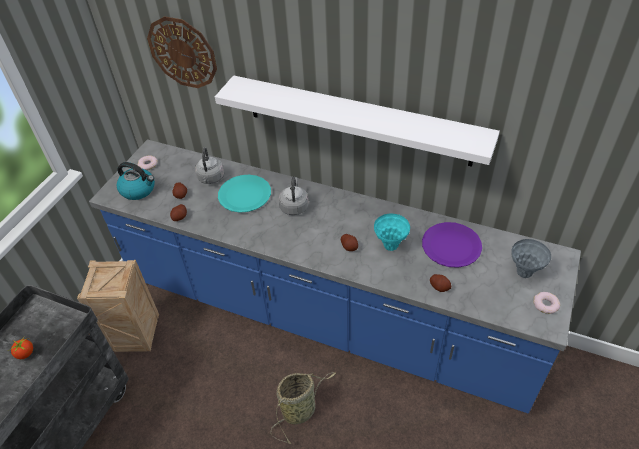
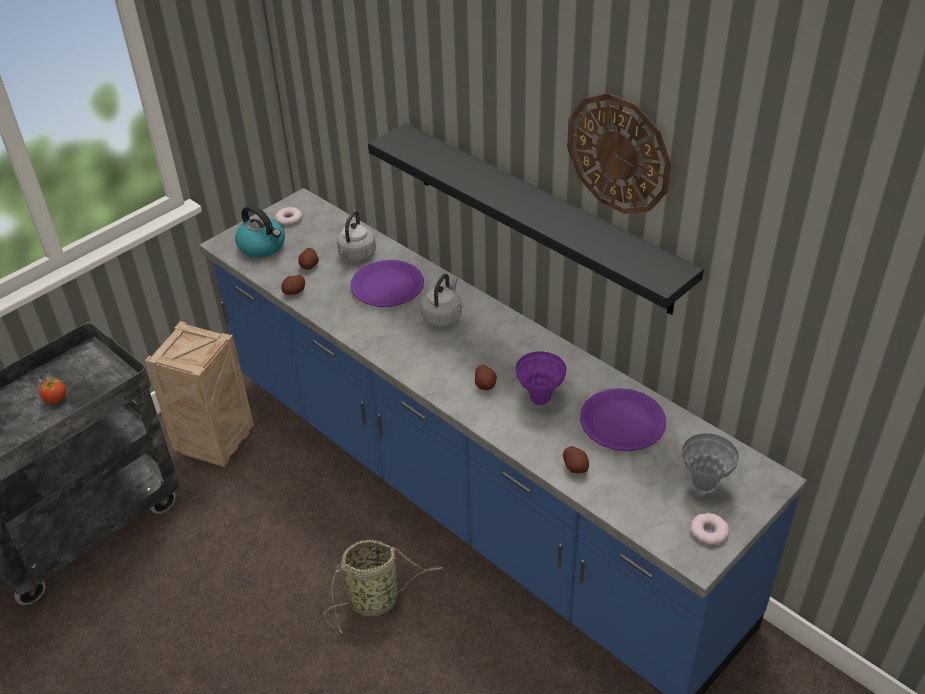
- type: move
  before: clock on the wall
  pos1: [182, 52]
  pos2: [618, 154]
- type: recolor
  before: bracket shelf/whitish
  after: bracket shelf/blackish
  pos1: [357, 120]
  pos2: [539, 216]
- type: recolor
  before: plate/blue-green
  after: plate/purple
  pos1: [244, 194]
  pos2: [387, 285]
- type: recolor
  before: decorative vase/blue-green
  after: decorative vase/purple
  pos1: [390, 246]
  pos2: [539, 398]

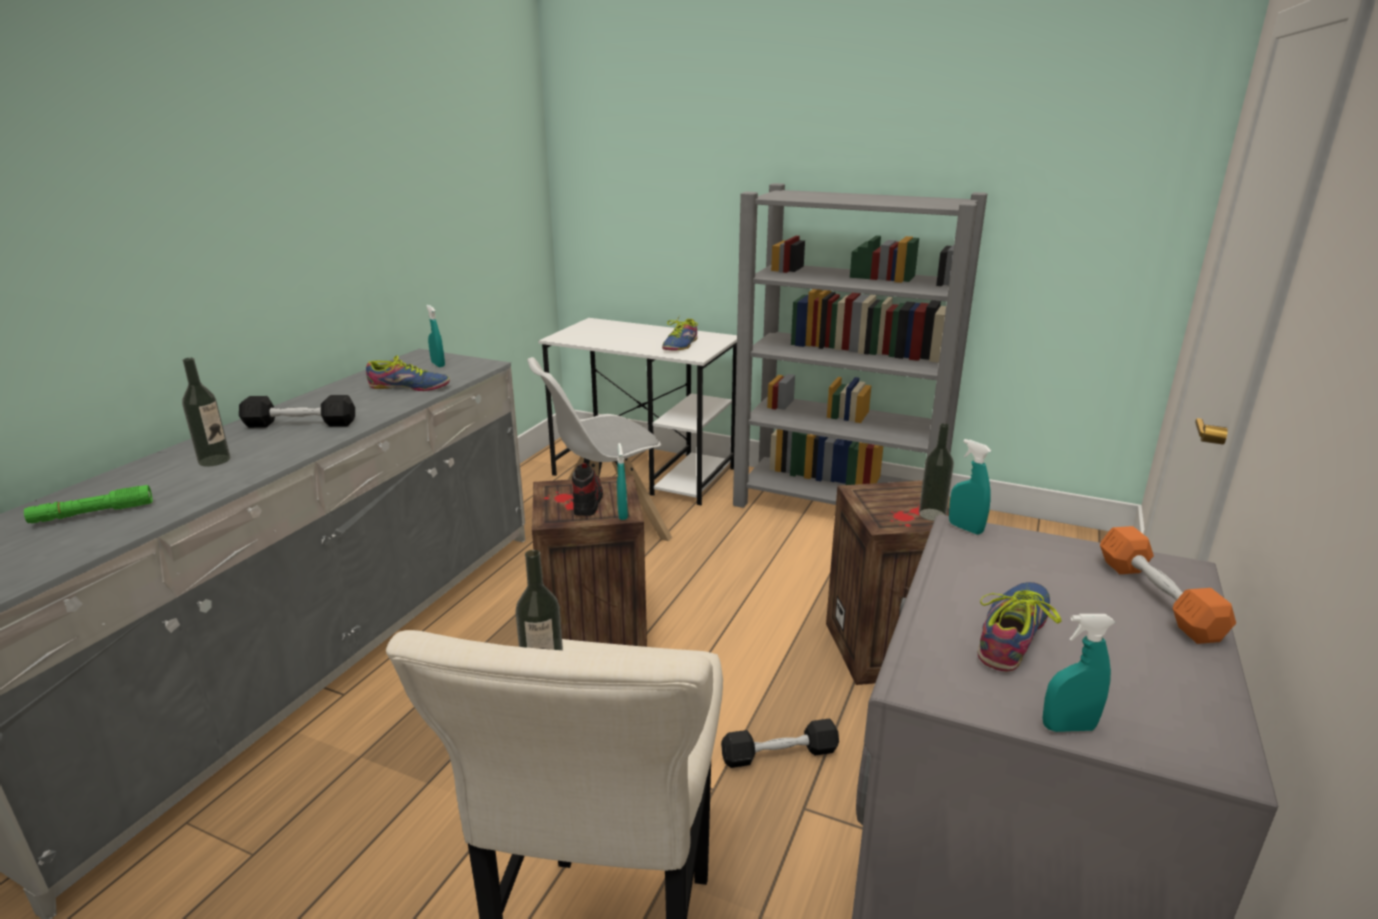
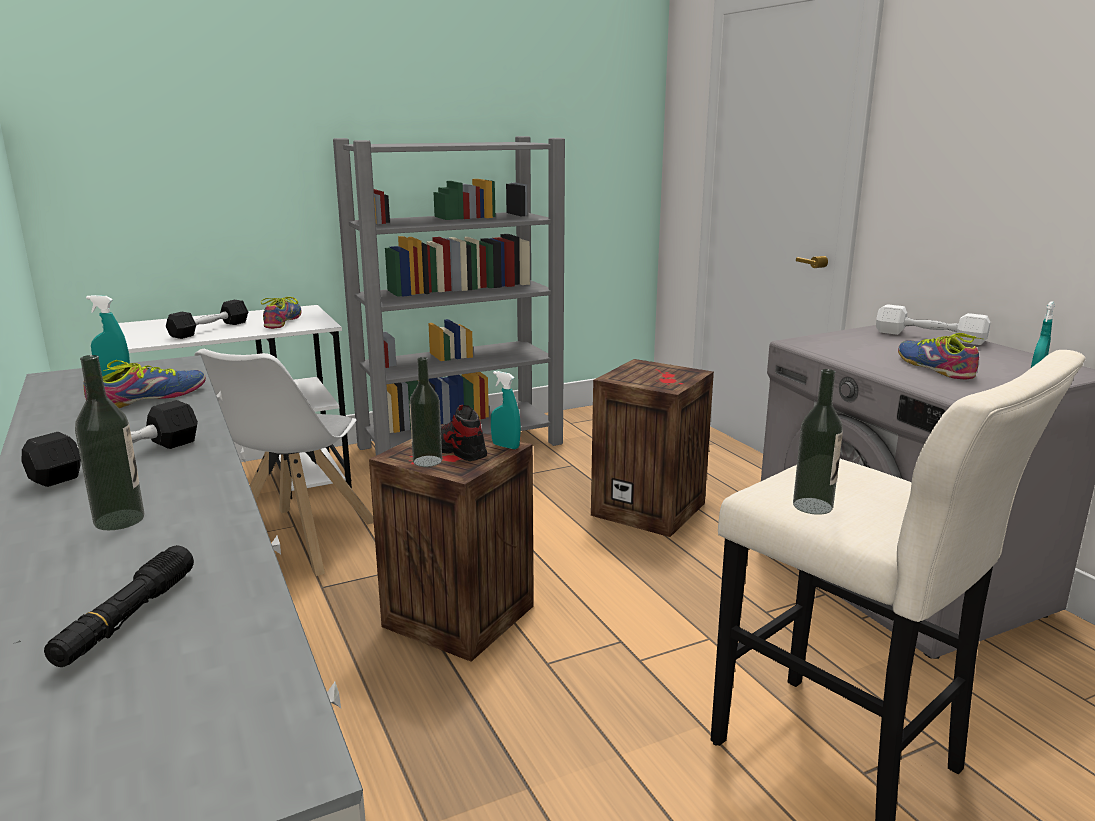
- type: delete
  before: spray bottle/blue-green
  pos1: [965, 528]
- type: move
  before: hand weight/blackish
  pos1: [779, 754]
  pos2: [210, 329]
- type: move
  before: bottle
  pos1: [932, 515]
  pos2: [427, 461]
- type: recolor
  before: flashlight/green
  after: flashlight/blackish
  pos1: [92, 513]
  pos2: [127, 618]
- type: recolor
  before: hand weight/orangey
  after: hand weight/whitish
  pos1: [1157, 598]
  pos2: [929, 337]
- type: rotate
  before: item of footwear
  pos1: [680, 345]
  pos2: [282, 321]
  turn: -150

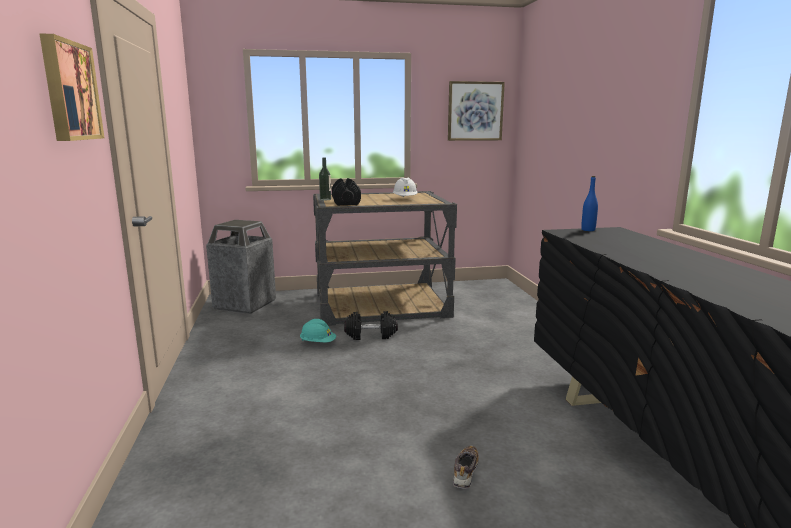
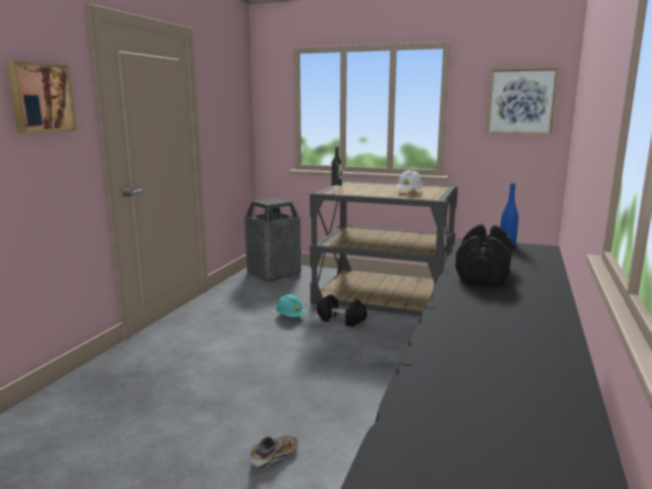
- type: move
  before: hand weight/blackish
  pos1: [346, 203]
  pos2: [483, 272]

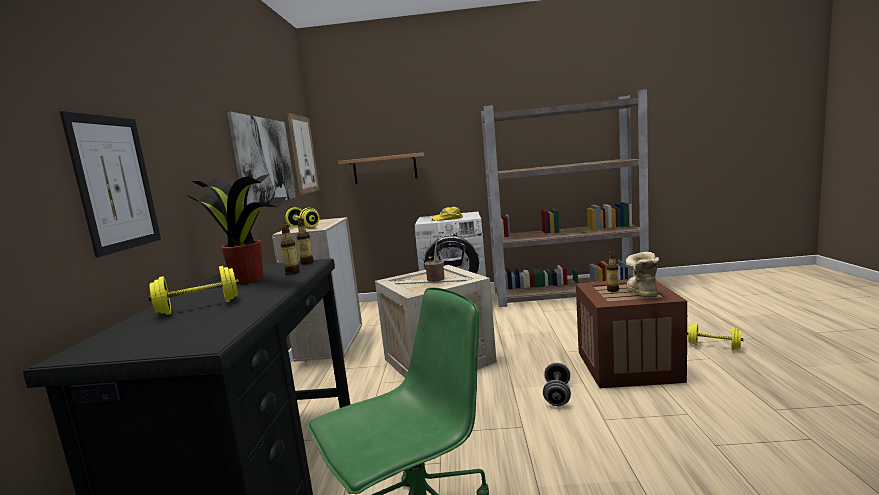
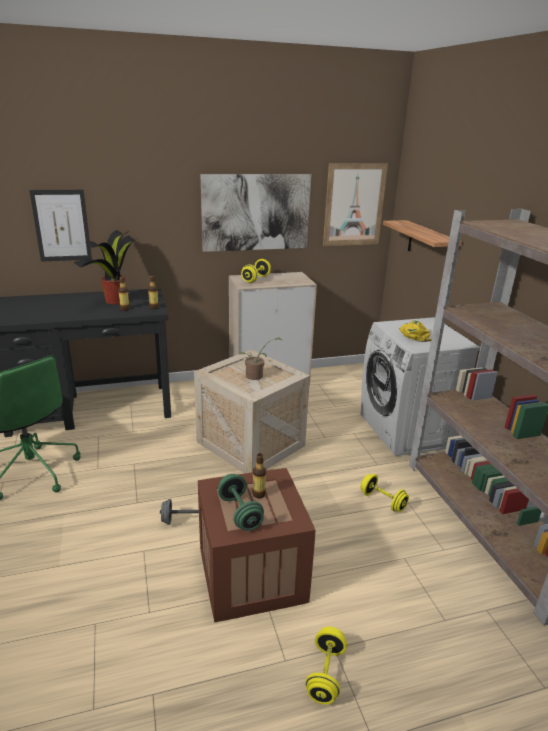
- type: move
  before: hand weight/yellow-coloured
  pos1: [199, 307]
  pos2: [382, 501]
- type: replace
  before: tall boot
  after: hand weight/green
  pos1: [641, 293]
  pos2: [240, 513]

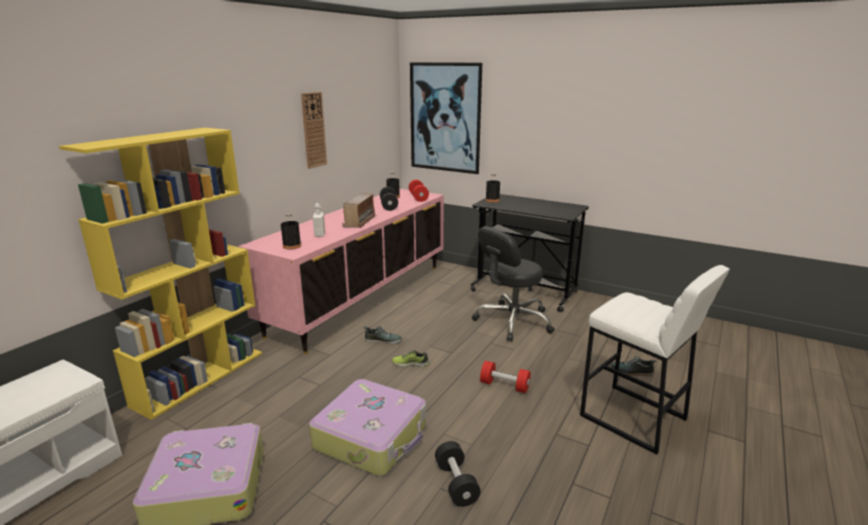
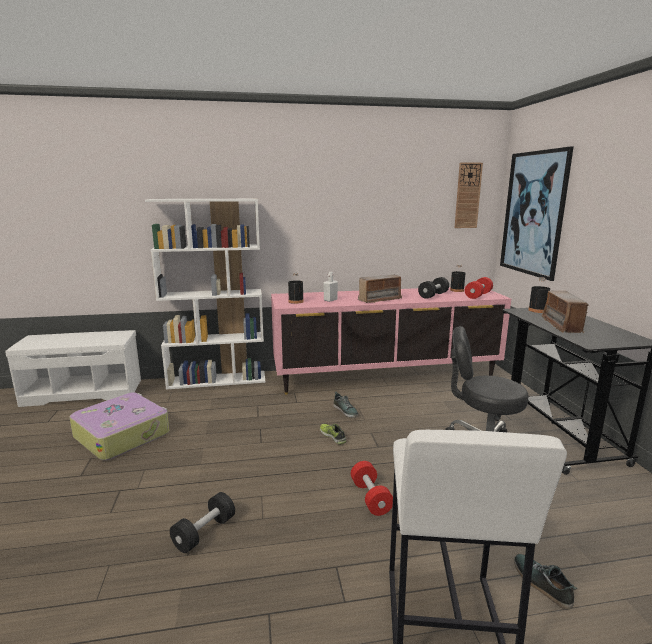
- type: delete
  before: travel case
  pos1: [372, 437]
- type: insert
  after: radio receiver
  pos2: [562, 325]
- type: move
  before: clock on the wall
  pos1: [313, 130]
  pos2: [467, 195]
- type: recolor
  before: shelving unit/yellow-coloured
  after: shelving unit/whitish
  pos1: [200, 377]
  pos2: [217, 380]

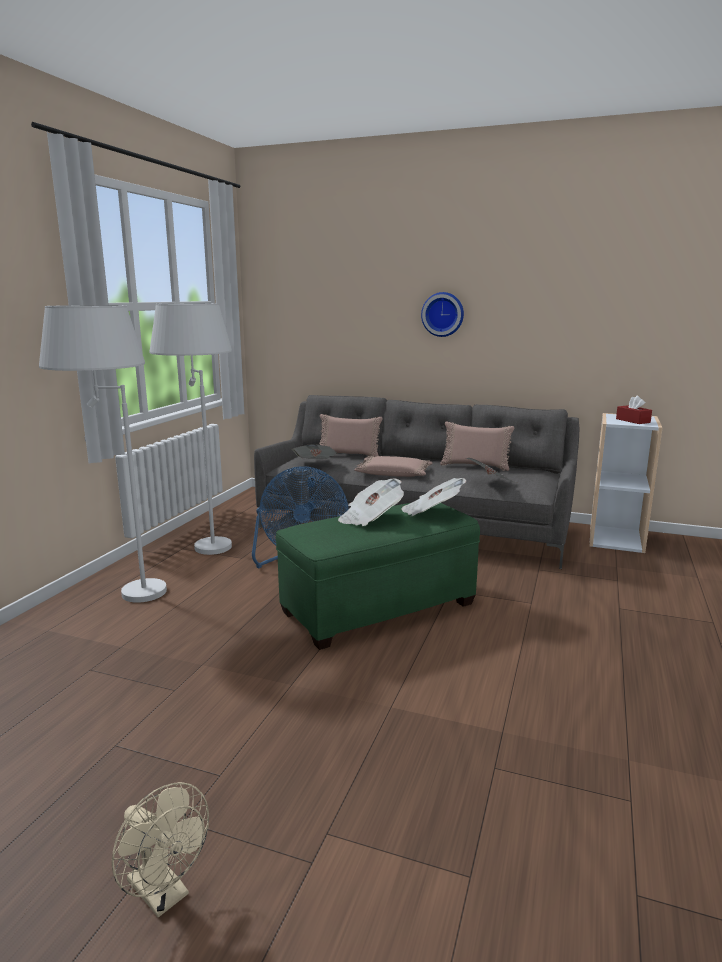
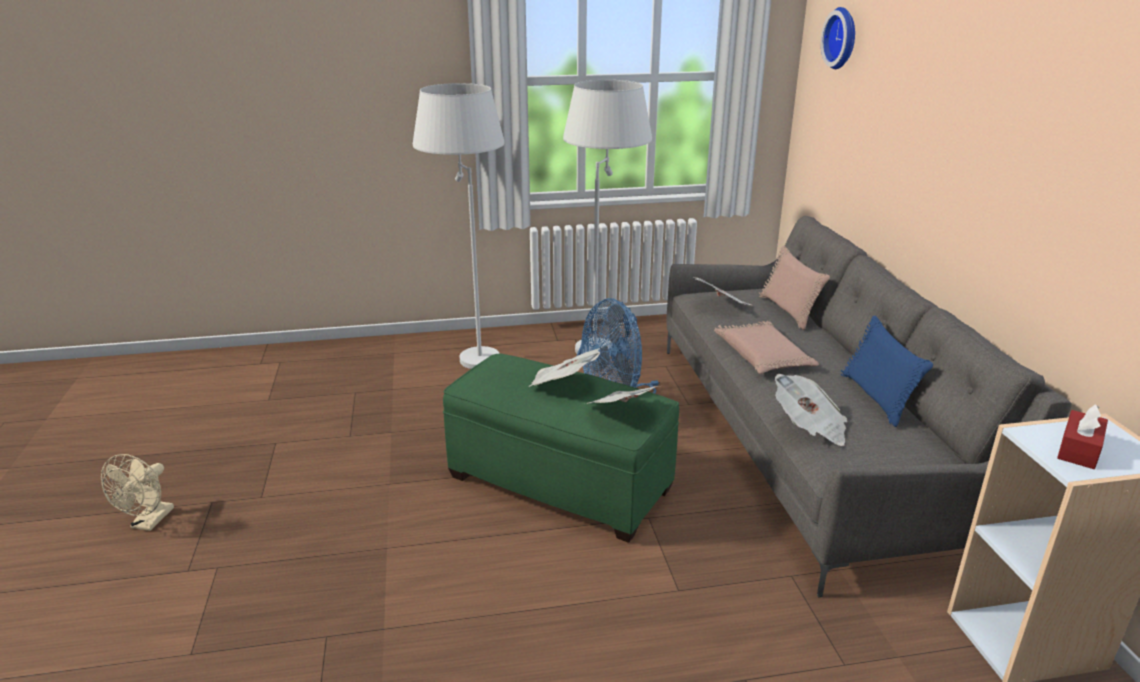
- type: move
  before: clock on the wall
  pos1: [443, 314]
  pos2: [843, 38]
- type: recolor
  before: cushion/beige
  after: cushion/bluish
  pos1: [475, 466]
  pos2: [878, 398]

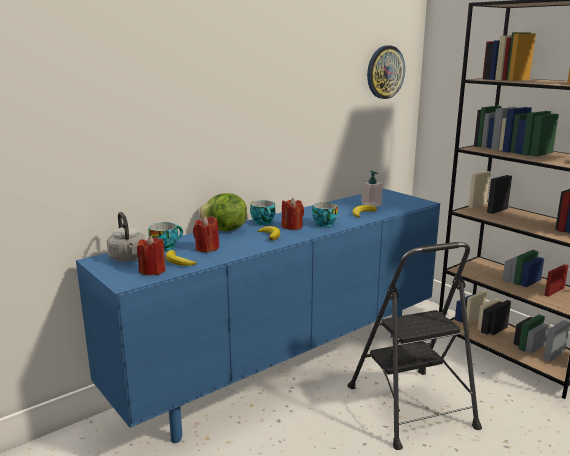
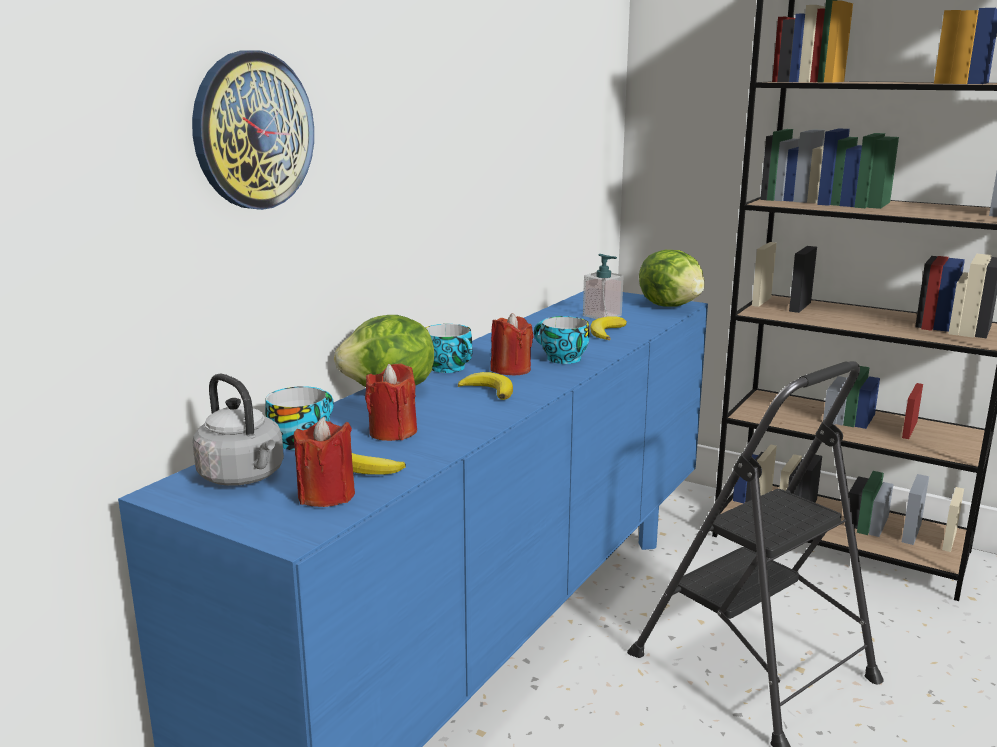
- type: insert
  after: lettuce
  pos2: [671, 305]
- type: move
  before: clock on the wall
  pos1: [385, 72]
  pos2: [253, 131]

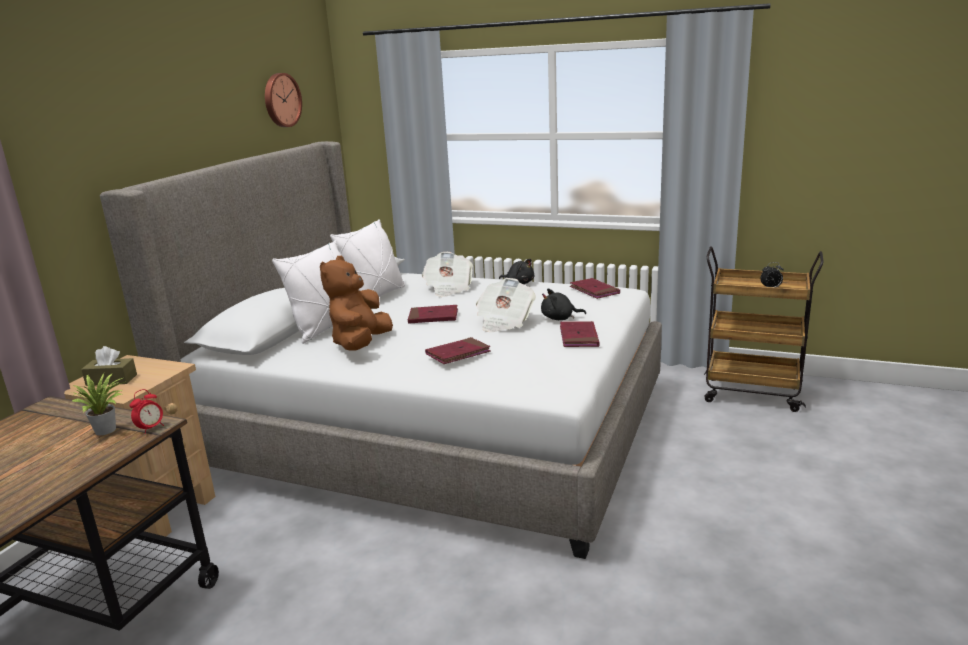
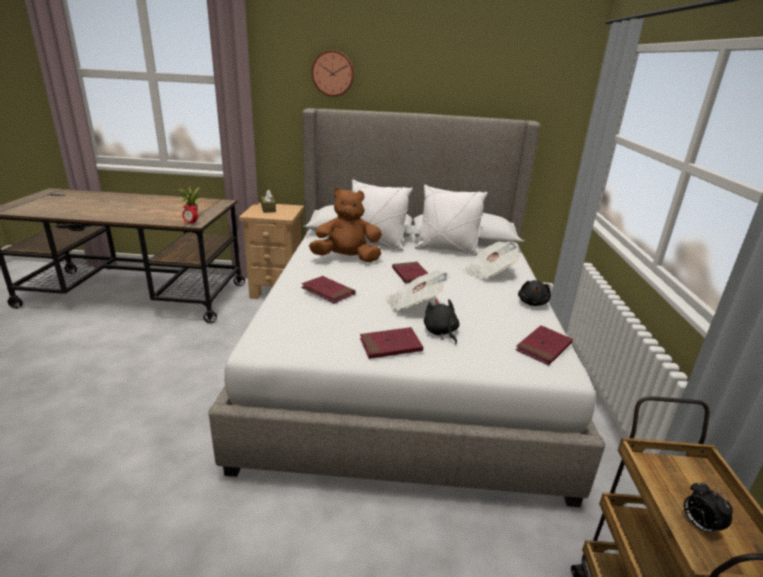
- type: move
  before: clock on the wall
  pos1: [281, 100]
  pos2: [333, 73]

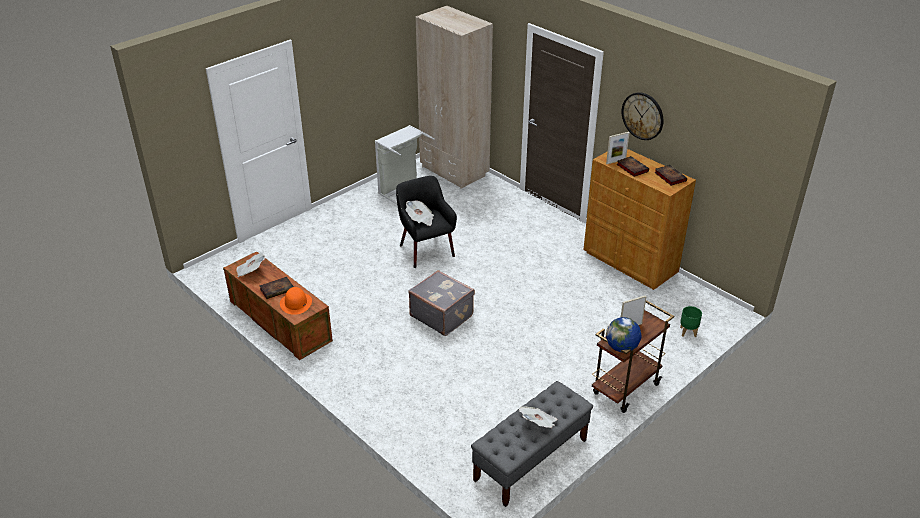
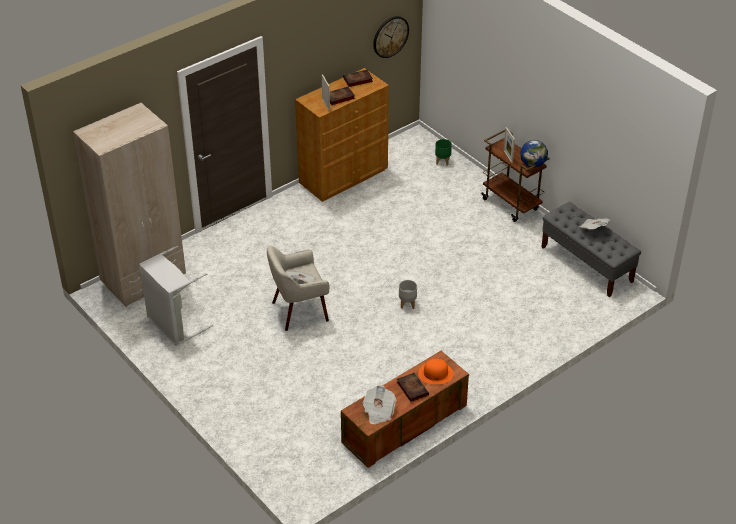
- type: move
  before: clock on the wall
  pos1: [642, 116]
  pos2: [390, 36]
- type: replace
  before: travel case/grey
  after: flower pot/grey
  pos1: [442, 315]
  pos2: [407, 304]
- type: recolor
  before: easy chair/blackish
  after: easy chair/beige
  pos1: [426, 250]
  pos2: [299, 311]

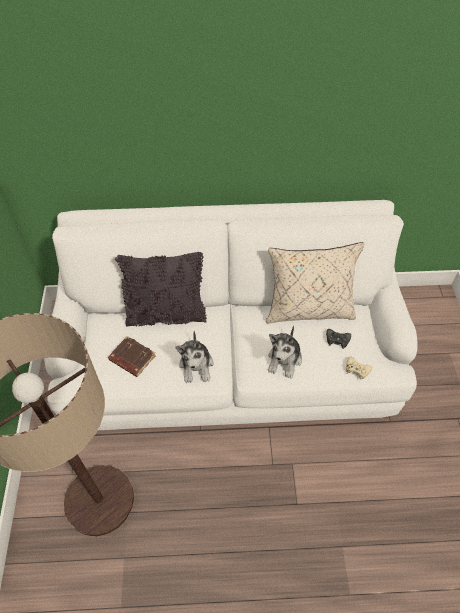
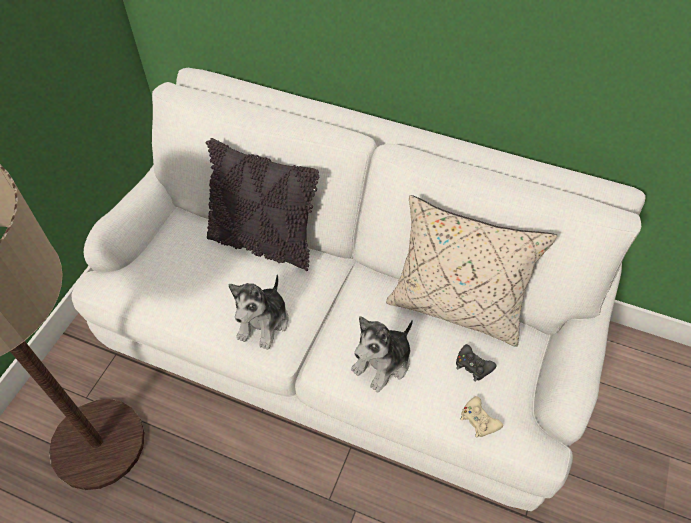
- type: delete
  before: bound book/brown-coloured
  pos1: [131, 358]

